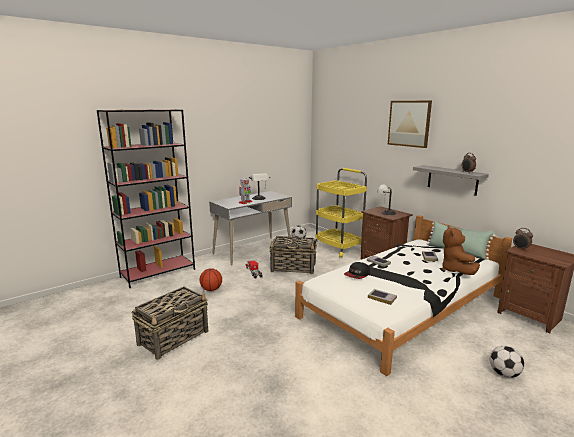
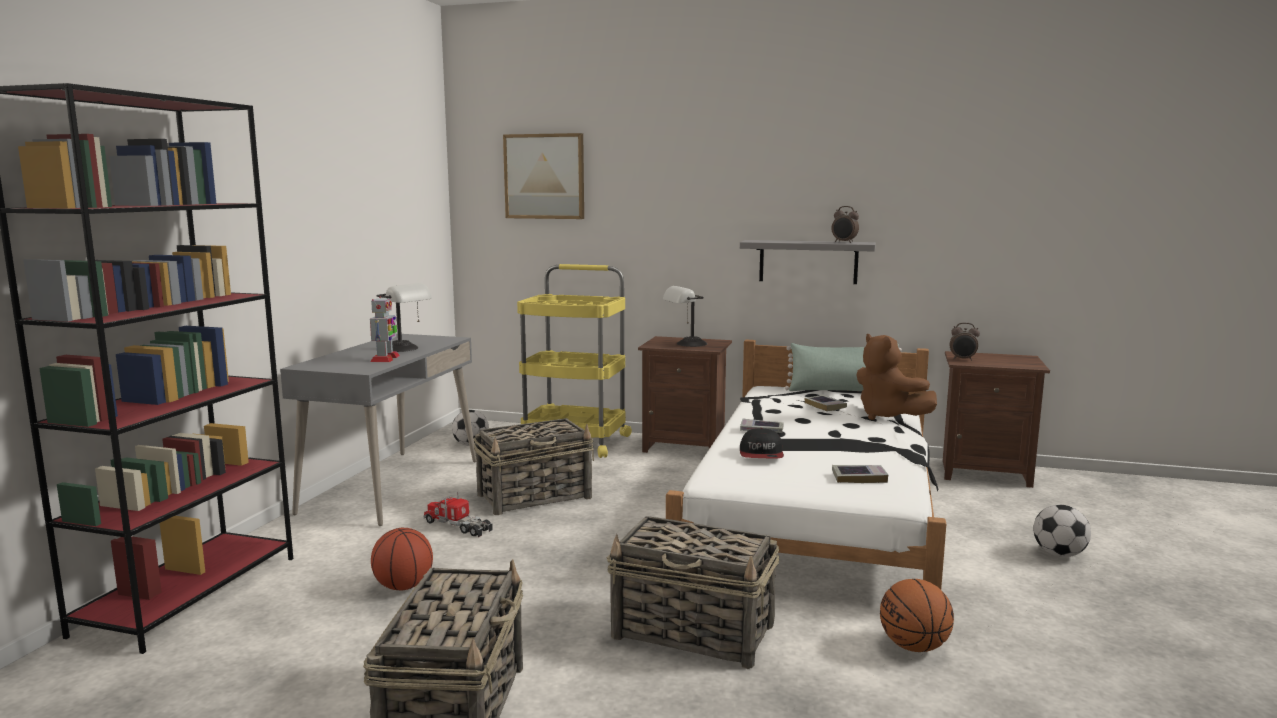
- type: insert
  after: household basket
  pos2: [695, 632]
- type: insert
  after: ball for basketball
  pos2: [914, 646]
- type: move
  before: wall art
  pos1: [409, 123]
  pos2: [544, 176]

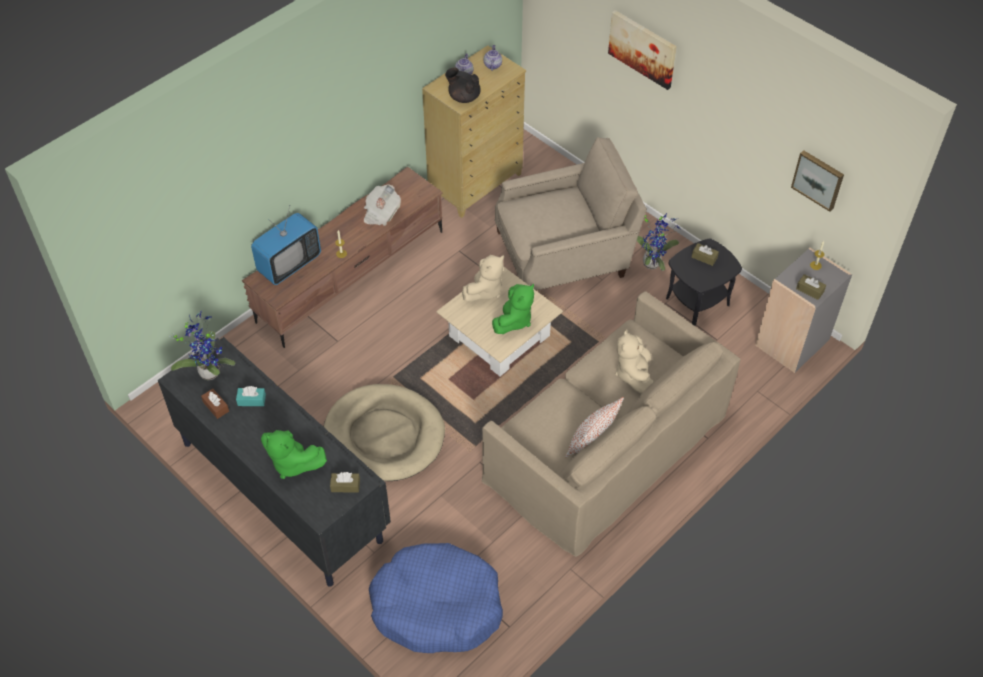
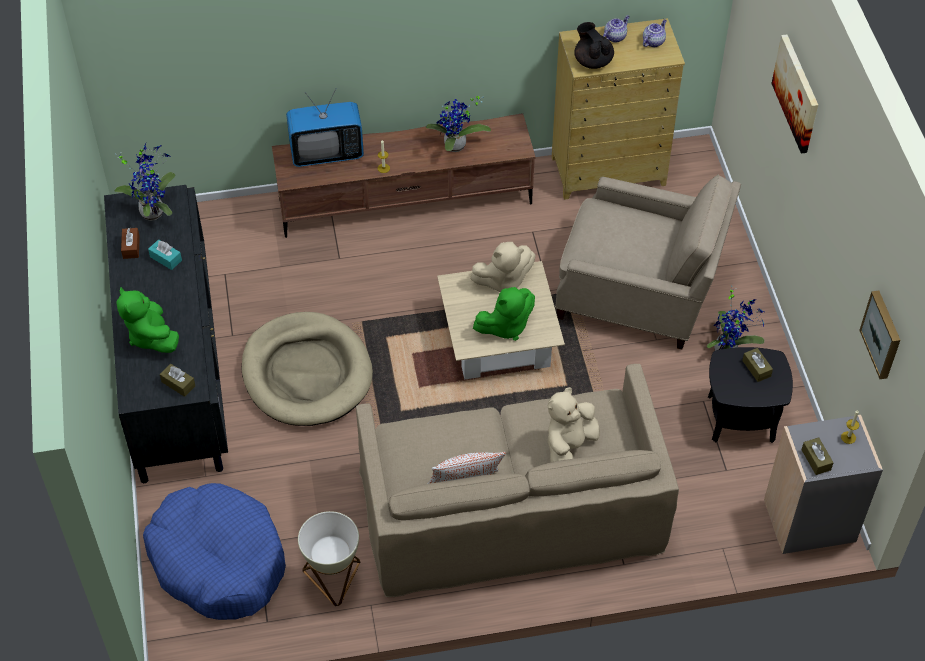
- type: insert
  after: flower pot
  pos2: [333, 580]
- type: replace
  before: newspaper
  after: potted plant
  pos1: [381, 213]
  pos2: [455, 147]

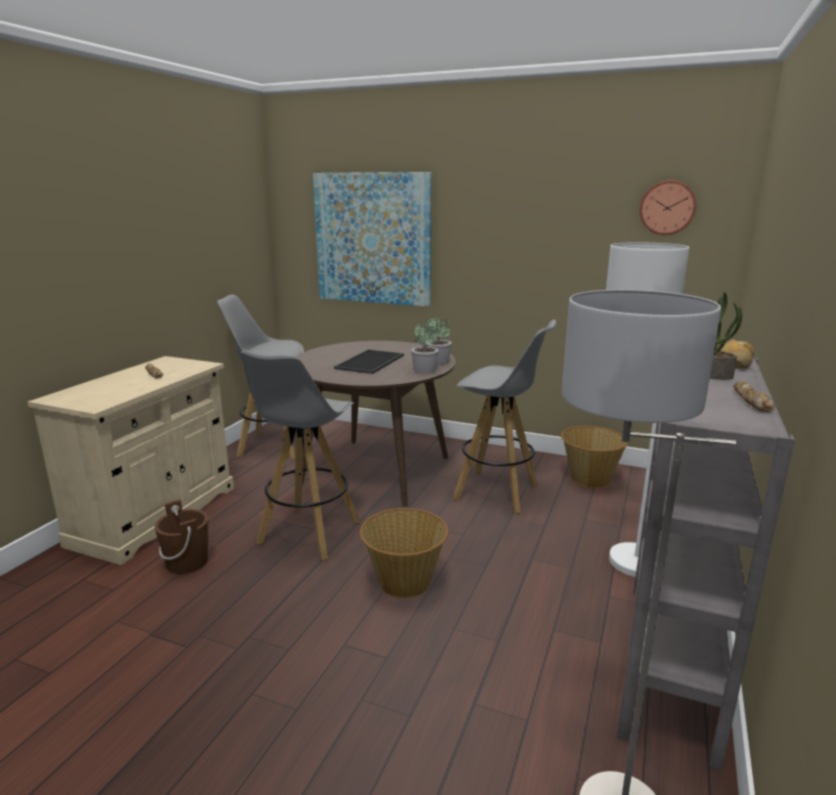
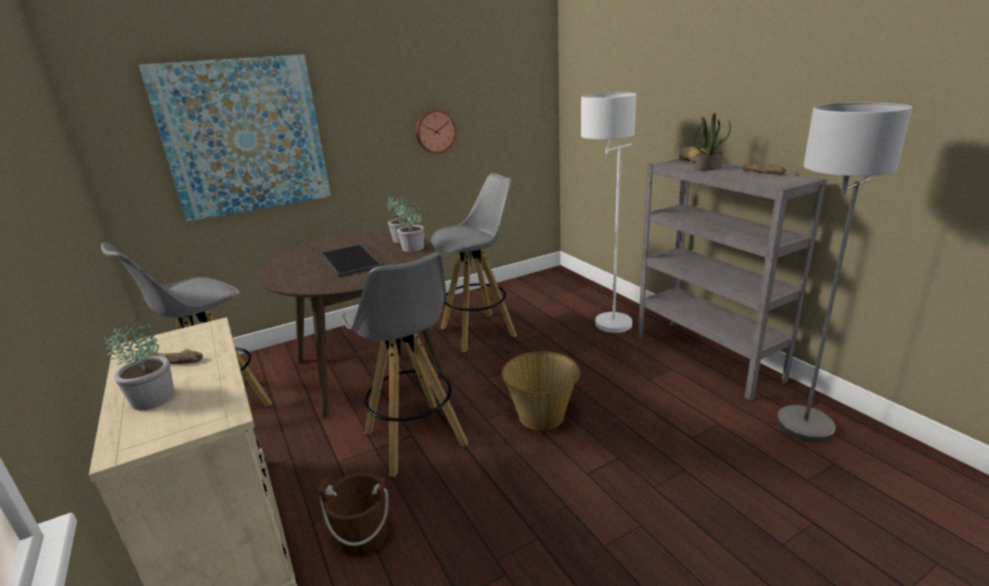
- type: delete
  before: household basket
  pos1: [589, 479]
- type: insert
  after: potted plant
  pos2: [152, 398]
- type: move
  before: clock on the wall
  pos1: [667, 208]
  pos2: [435, 131]

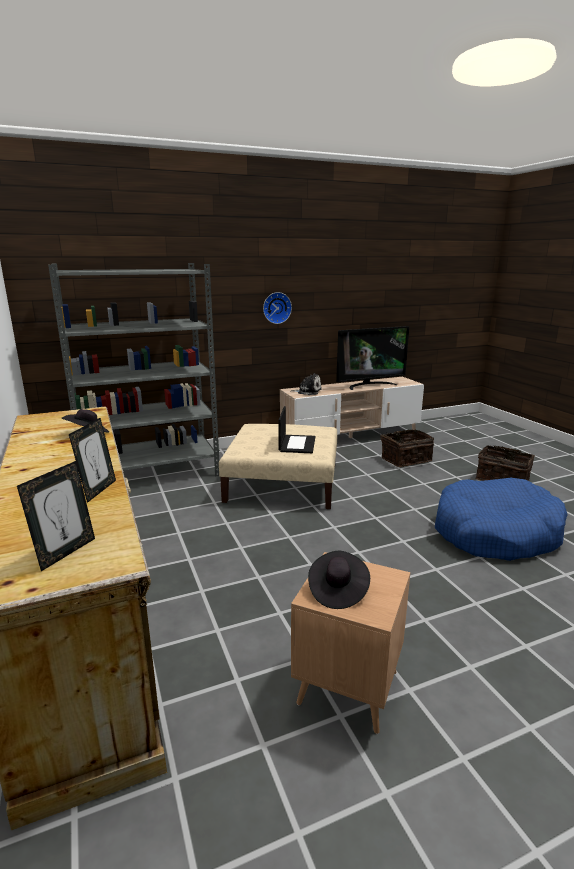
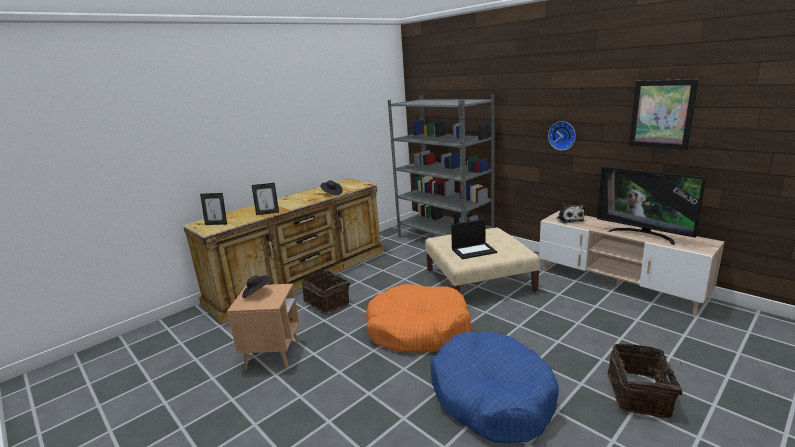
- type: insert
  after: dog cushion/orangey
  pos2: [418, 330]
- type: insert
  after: wall art
  pos2: [661, 114]
- type: move
  before: household basket
  pos1: [405, 459]
  pos2: [328, 301]

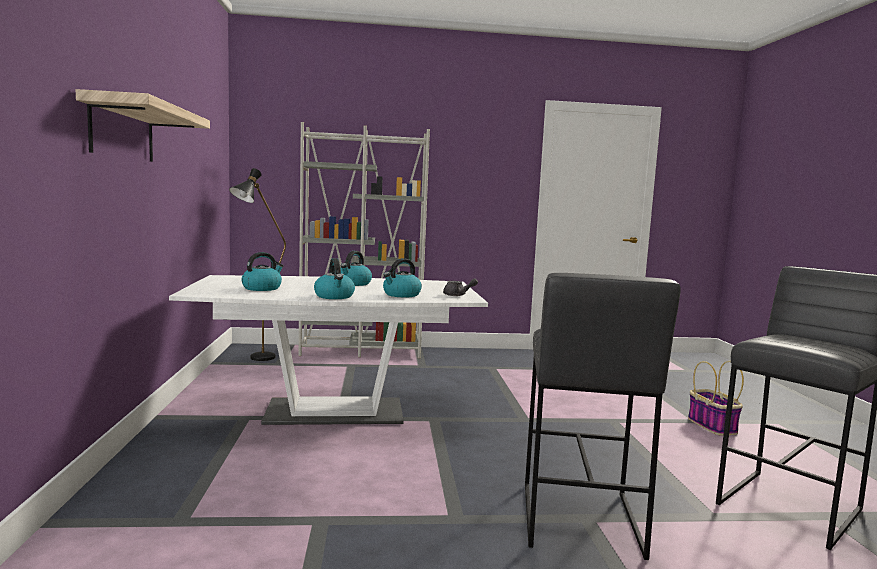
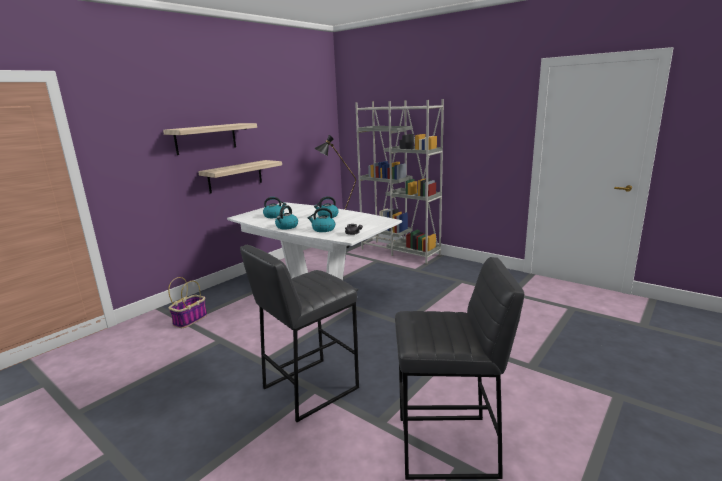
- type: insert
  after: bracket shelf
  pos2: [235, 176]
- type: move
  before: household basket
  pos1: [711, 425]
  pos2: [190, 319]

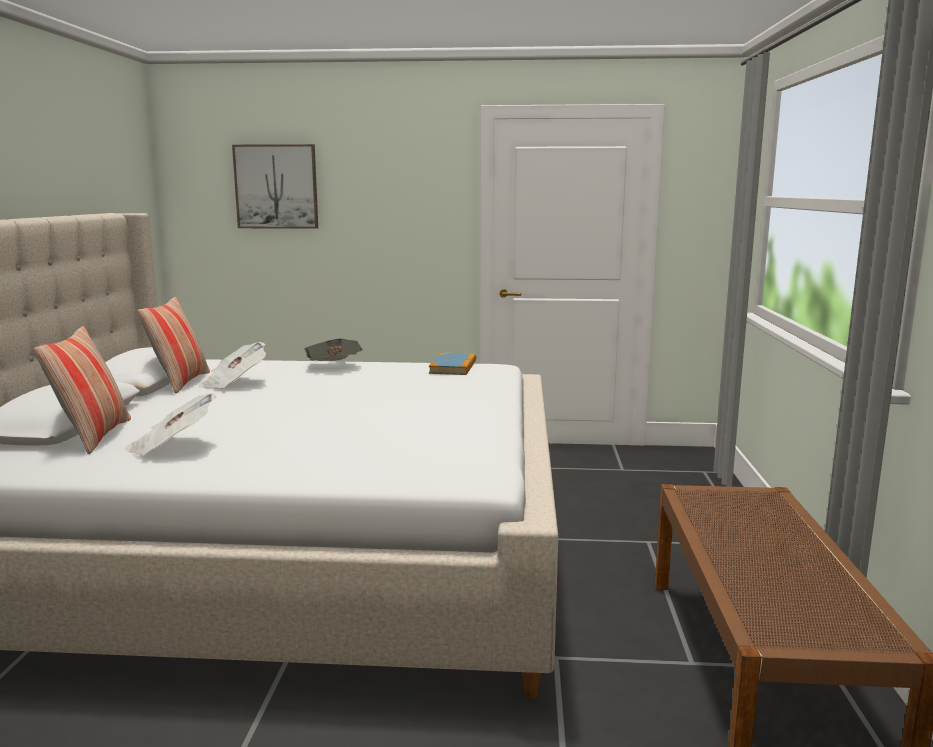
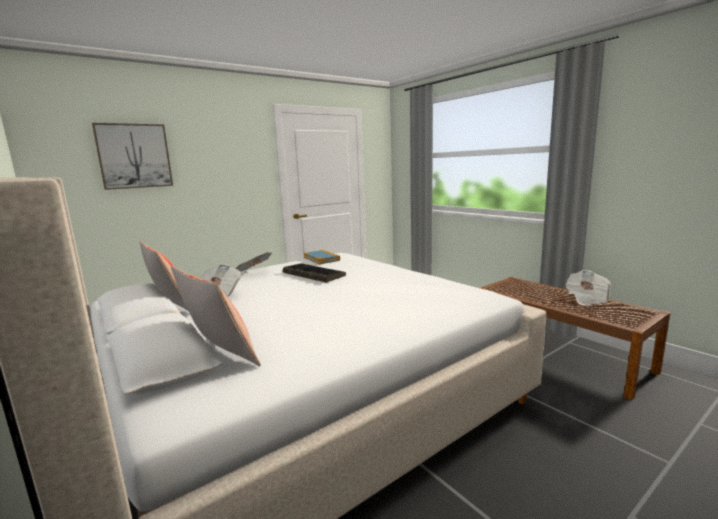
- type: insert
  after: computer keyboard
  pos2: [312, 274]
- type: move
  before: newspaper
  pos1: [172, 447]
  pos2: [586, 299]

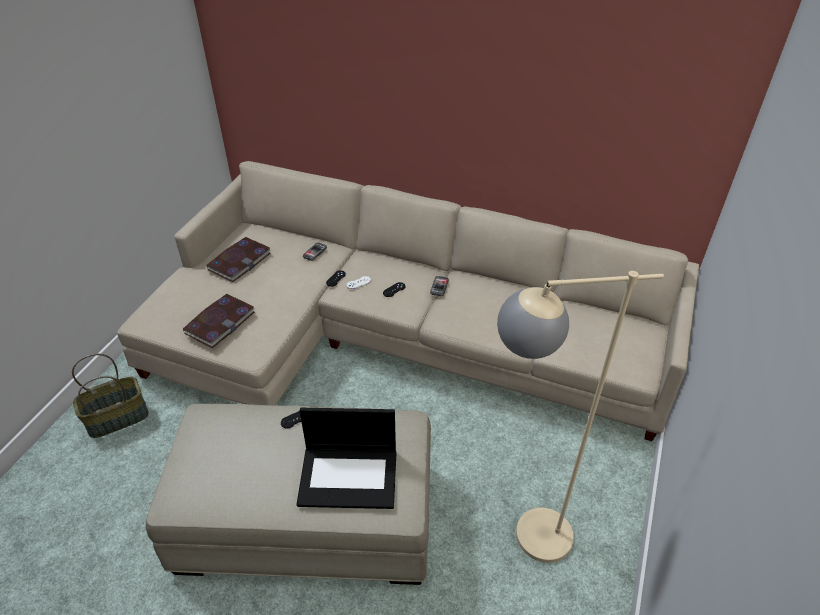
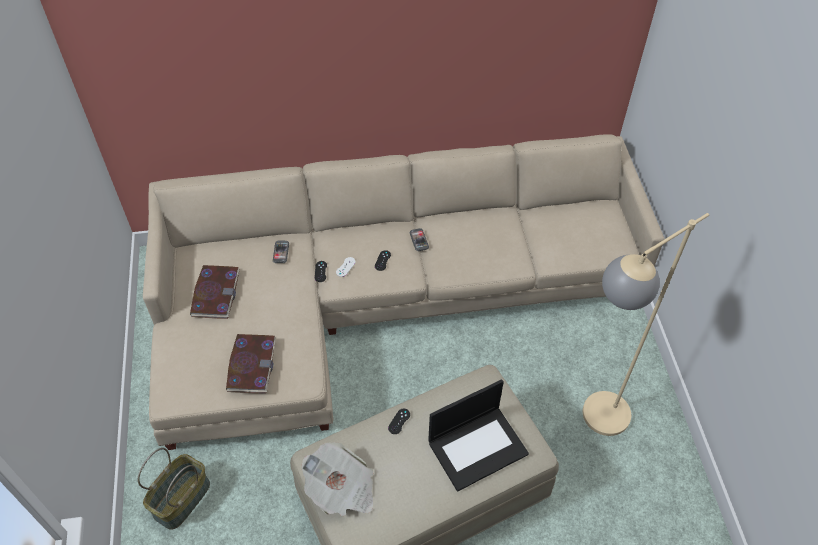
- type: insert
  after: newspaper
  pos2: [341, 489]

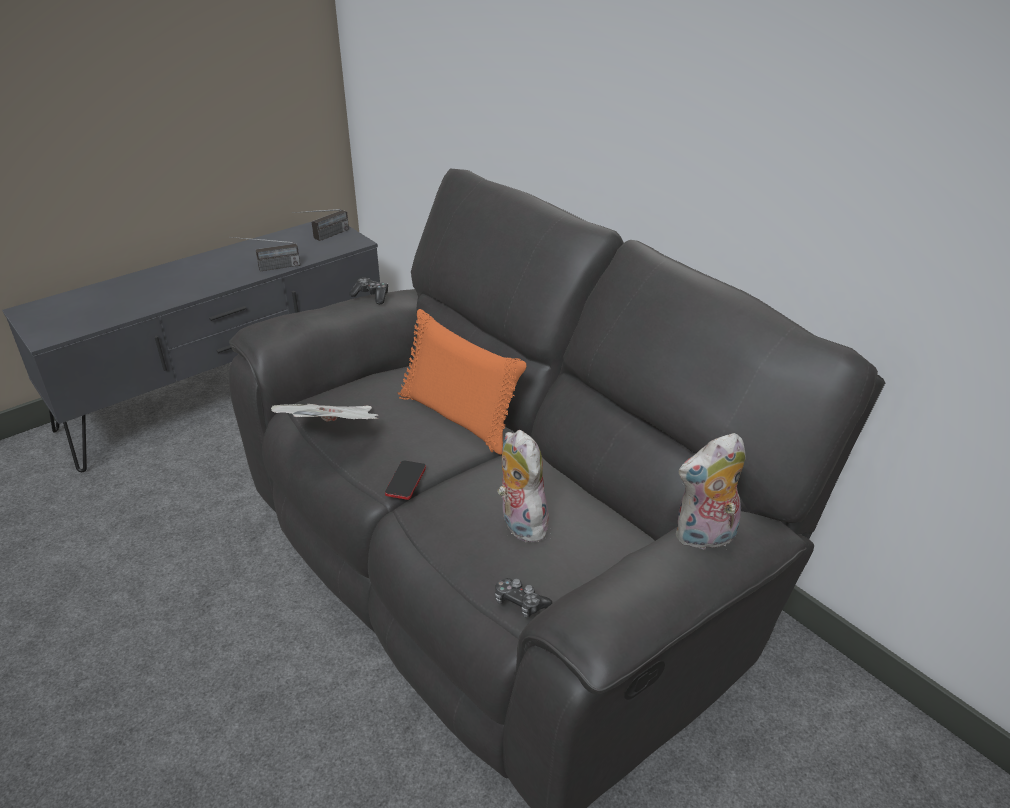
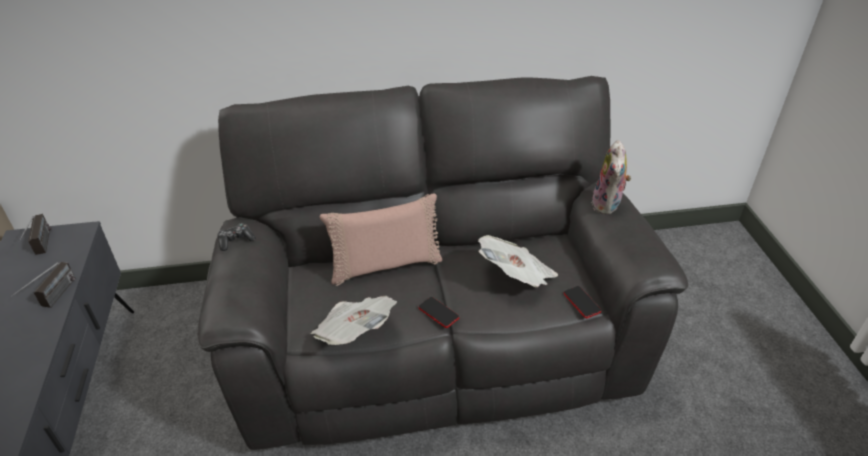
- type: replace
  before: gamepad
  after: telephone
  pos1: [520, 603]
  pos2: [581, 302]
- type: replace
  before: cuddly toy
  after: newspaper
  pos1: [520, 523]
  pos2: [516, 277]
- type: recolor
  before: cushion/orangey
  after: cushion/beige
  pos1: [459, 418]
  pos2: [385, 265]

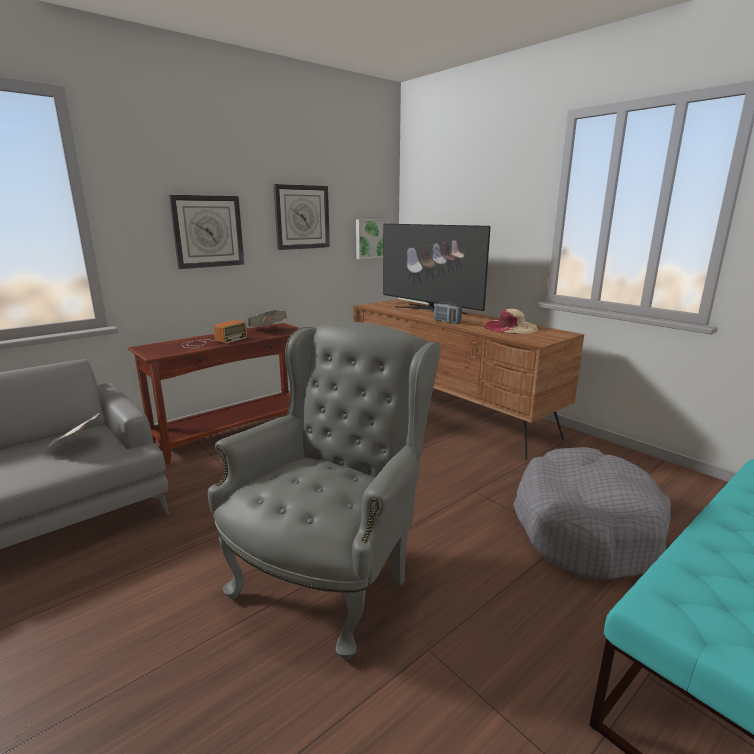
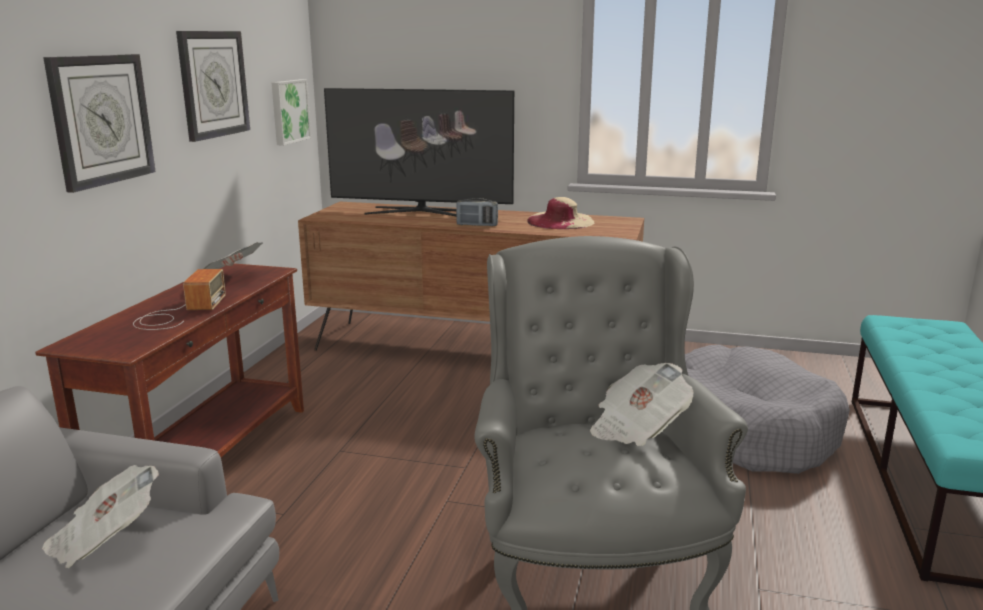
- type: insert
  after: newspaper
  pos2: [637, 427]

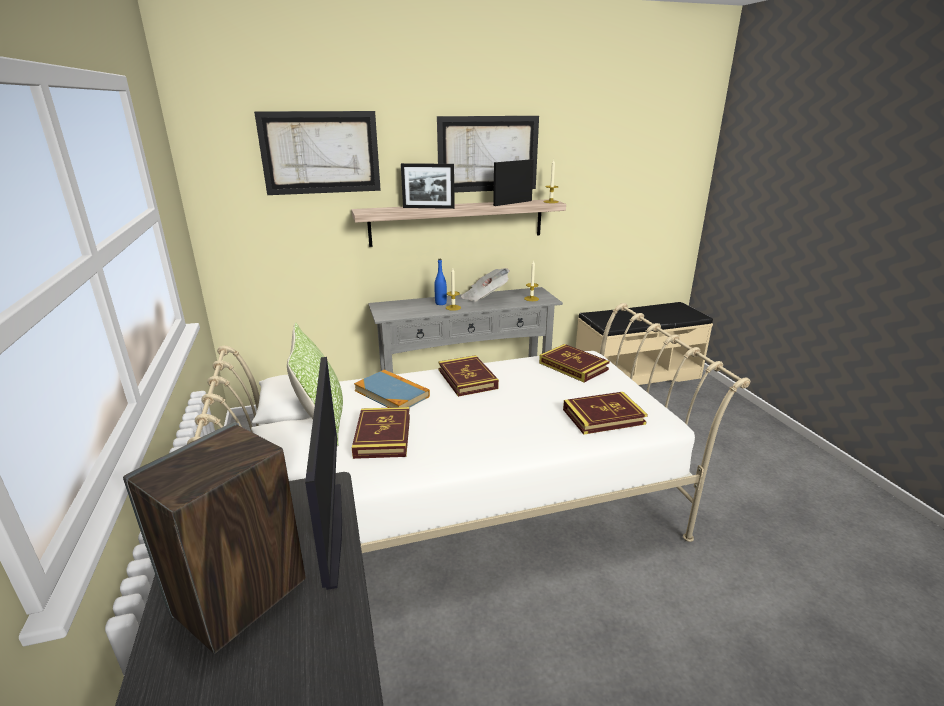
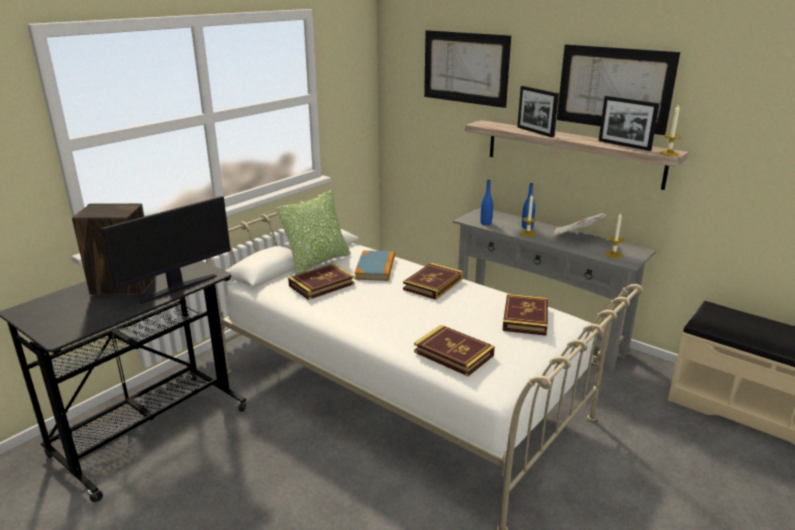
- type: insert
  after: bottle/bluish
  pos2: [486, 223]
- type: rotate
  before: picture frame
  pos1: [513, 203]
  pos2: [624, 145]
  turn: -150

